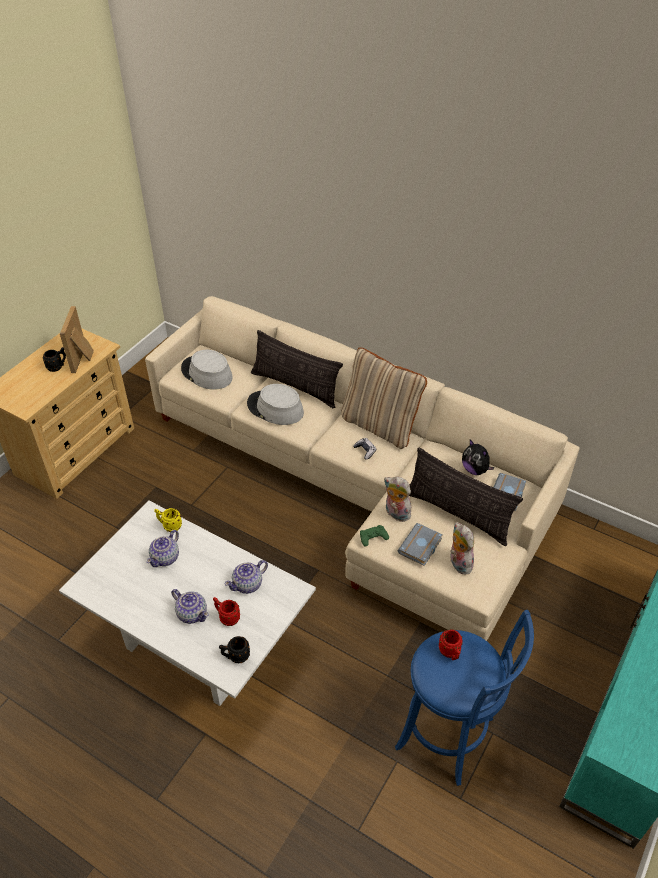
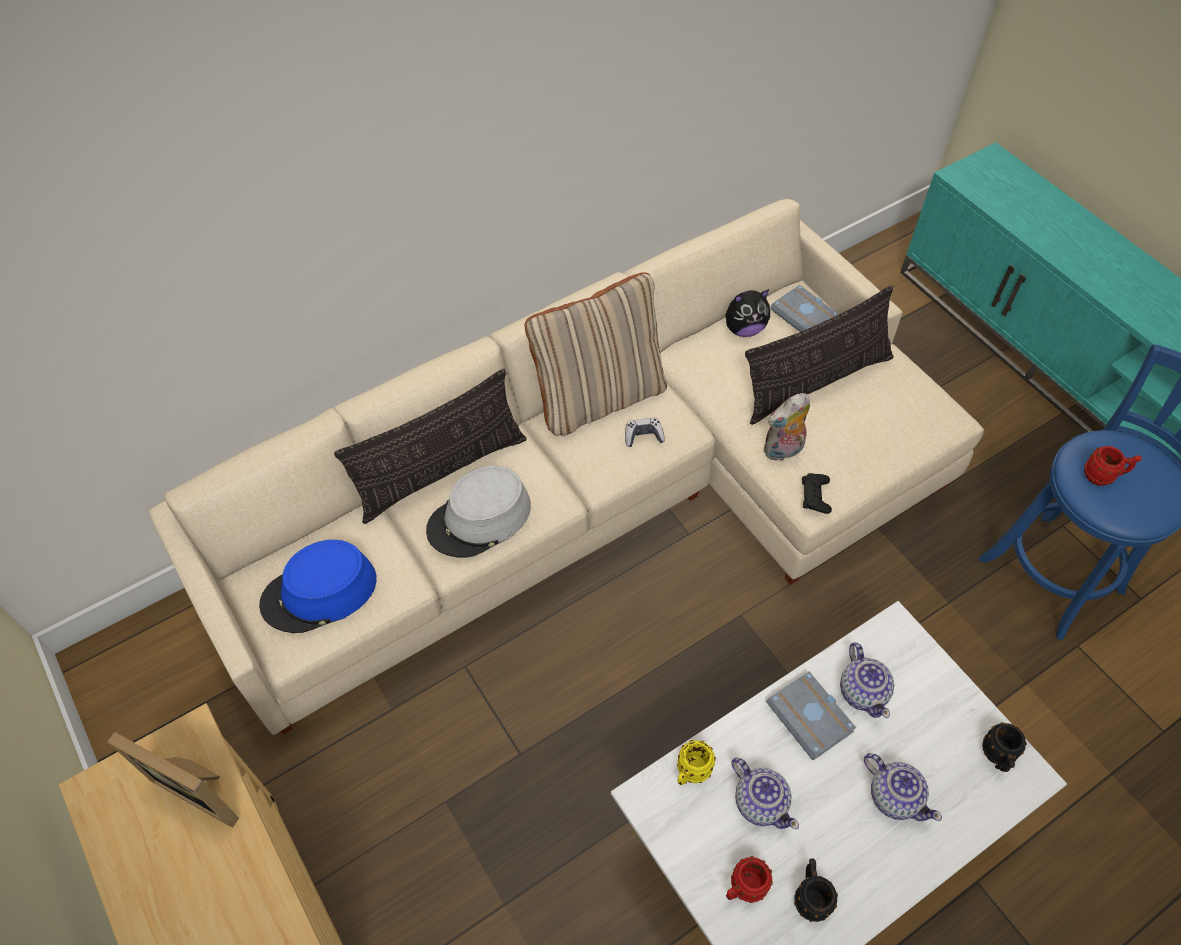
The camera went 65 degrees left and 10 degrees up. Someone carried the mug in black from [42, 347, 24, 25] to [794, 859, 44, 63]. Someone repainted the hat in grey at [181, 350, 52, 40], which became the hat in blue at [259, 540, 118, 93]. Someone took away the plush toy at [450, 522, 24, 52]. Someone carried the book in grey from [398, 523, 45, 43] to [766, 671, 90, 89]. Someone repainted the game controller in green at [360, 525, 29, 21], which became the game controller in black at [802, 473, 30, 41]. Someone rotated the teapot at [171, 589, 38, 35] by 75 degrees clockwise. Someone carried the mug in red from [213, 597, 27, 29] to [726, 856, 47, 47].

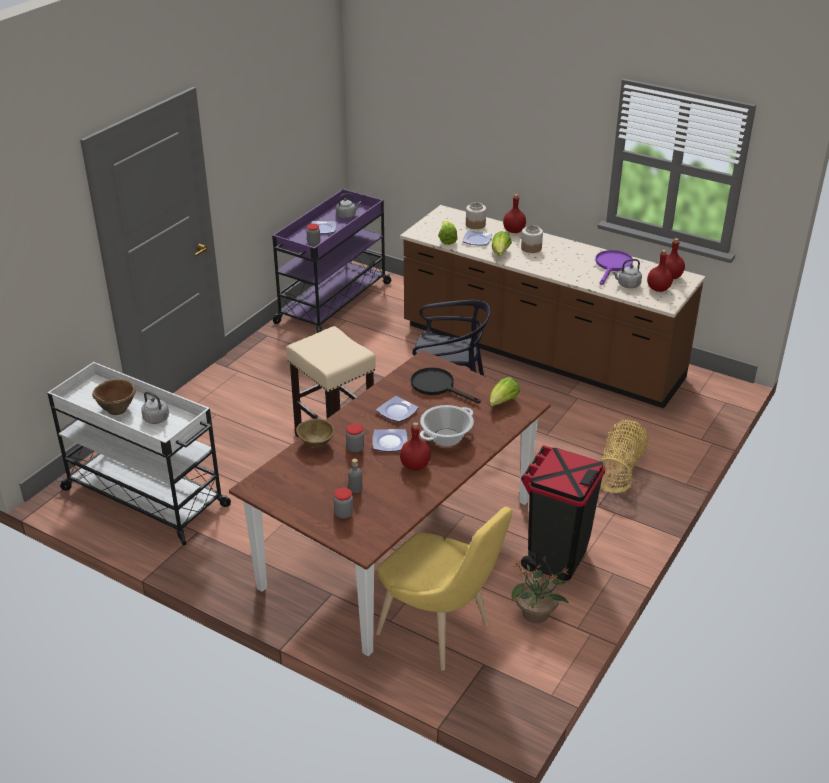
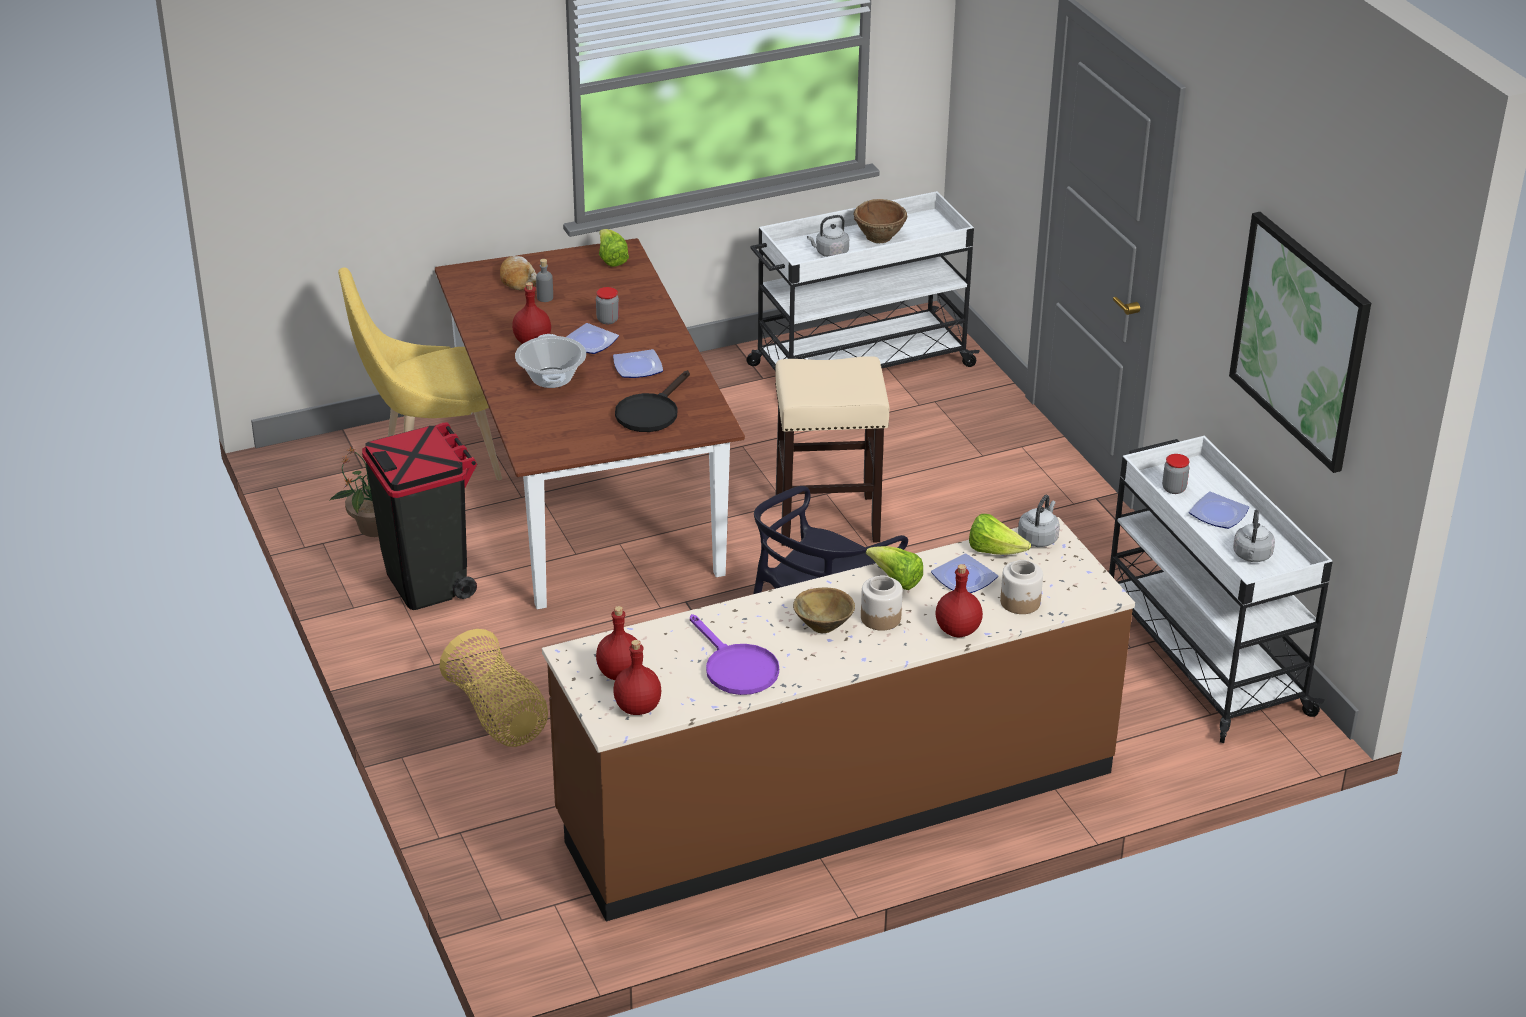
The camera went 125 degrees right and 0 degrees up. Someone repainted the cart in purple at [272, 189, 121, 144], which became the cart in white at [1109, 436, 224, 307]. Someone carried the kettle in grey from [612, 259, 30, 29] to [1018, 495, 42, 52]. Someone rotated the frying pan in black at [411, 367, 70, 36] by 135 degrees clockwise. Someone carried the lettuce from [490, 377, 30, 30] to [599, 229, 30, 38]. Someone carried the bowl in brown from [296, 419, 38, 29] to [793, 588, 62, 45]. Someone swapped the jar at [334, 488, 19, 31] for the bread at [500, 256, 37, 35]. Someone put up the picture at [1229, 212, 142, 261].

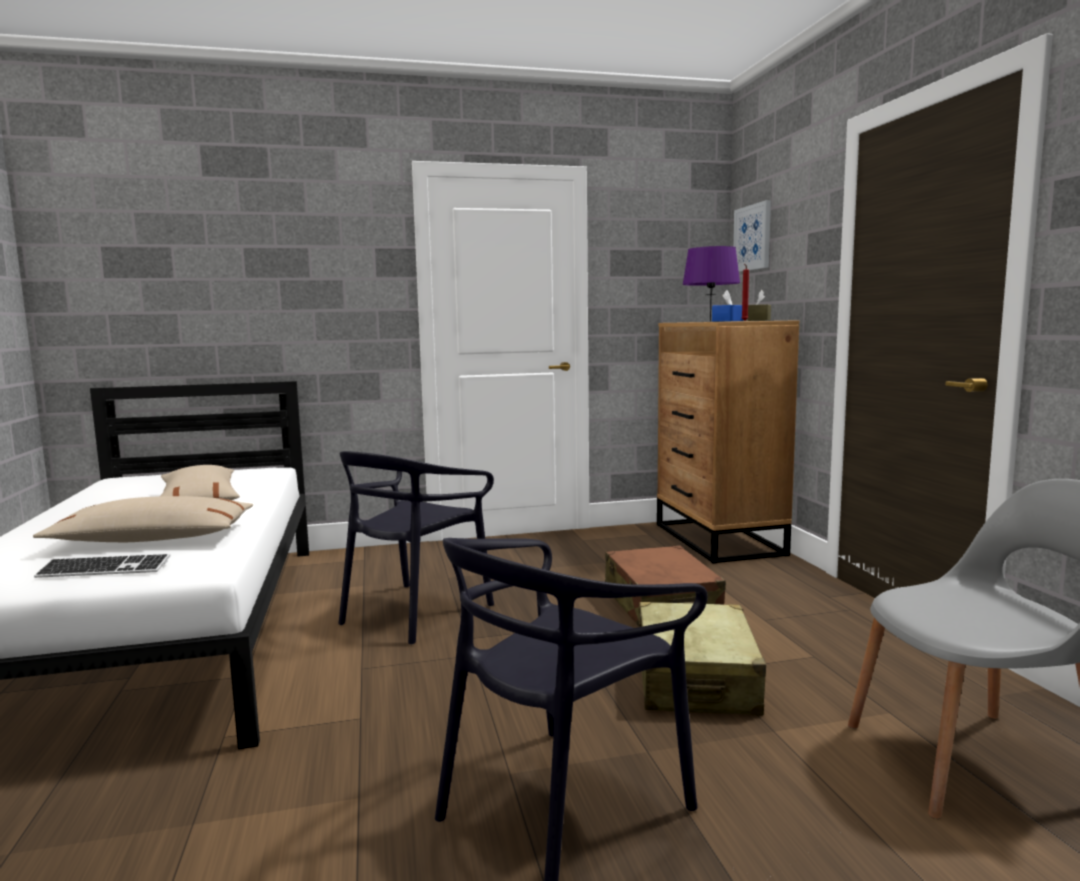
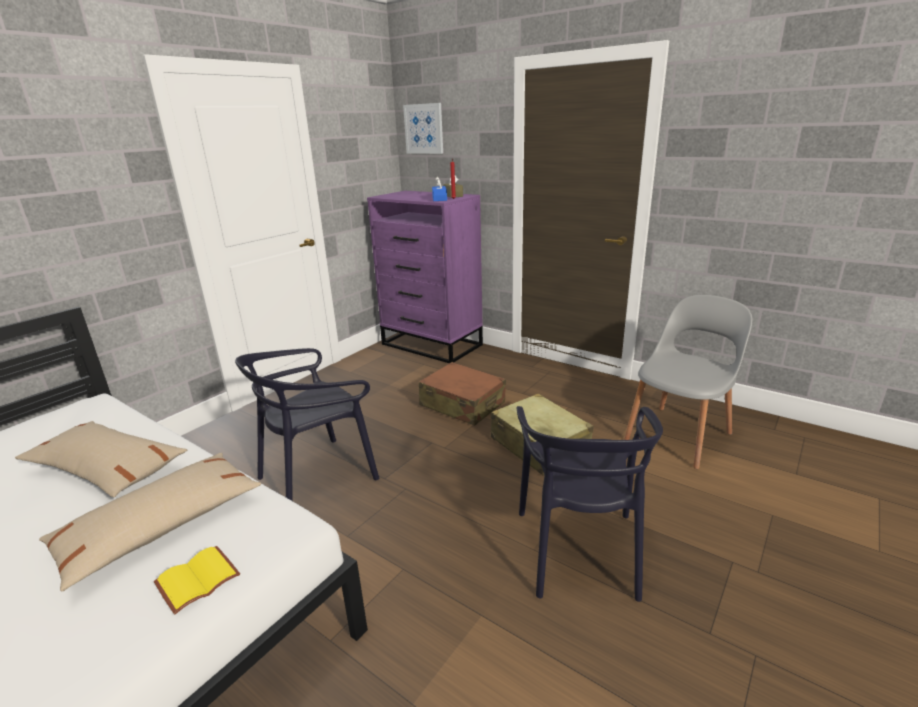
The camera went 40 degrees left and 15 degrees up. Someone took away the table lamp in purple at [682, 246, 58, 76]. Someone repainted the dresser in brown at [657, 320, 142, 244], which became the dresser in purple at [367, 191, 116, 172]. Someone rotated the chair in black at [338, 451, 156, 194] by 60 degrees clockwise. Someone swapped the keyboard at [34, 554, 137, 24] for the book in yellow at [154, 546, 86, 69].

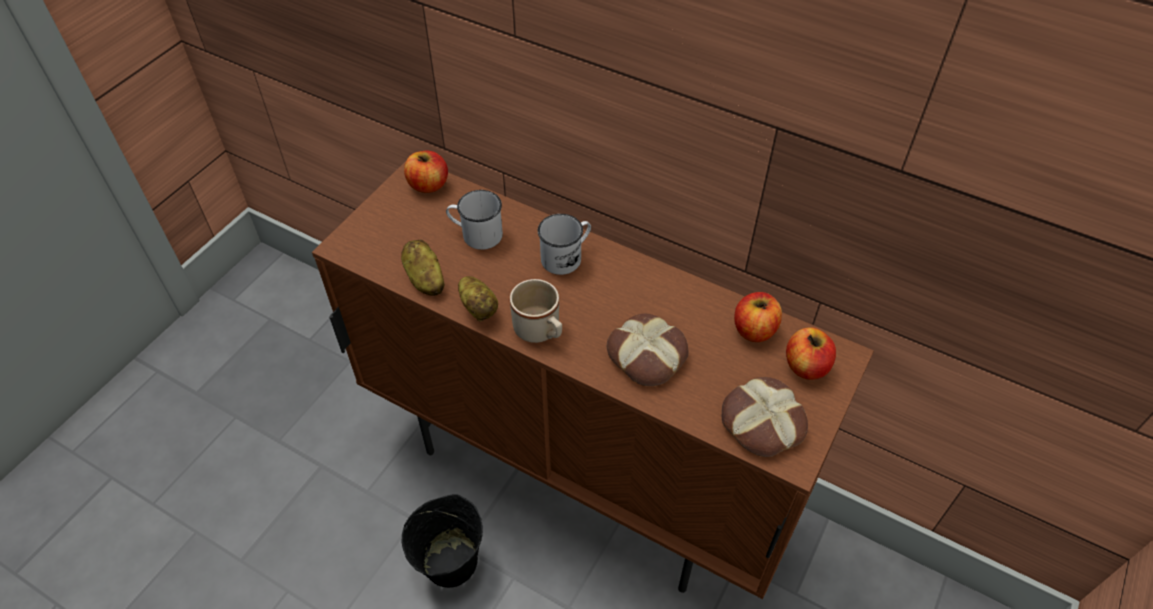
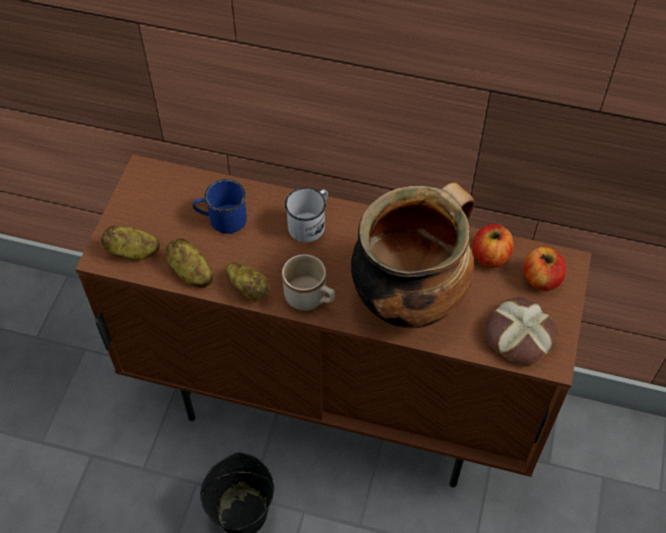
The camera went 15 degrees left and 5 degrees up. Someone took away the apple at [404, 151, 44, 42]. Someone repainted the mug in white at [446, 190, 57, 60], which became the mug in blue at [193, 179, 54, 55]. Someone swapped the bread at [607, 314, 82, 72] for the cooking pot at [351, 182, 124, 146]. Someone put down the potato at [101, 225, 59, 35].

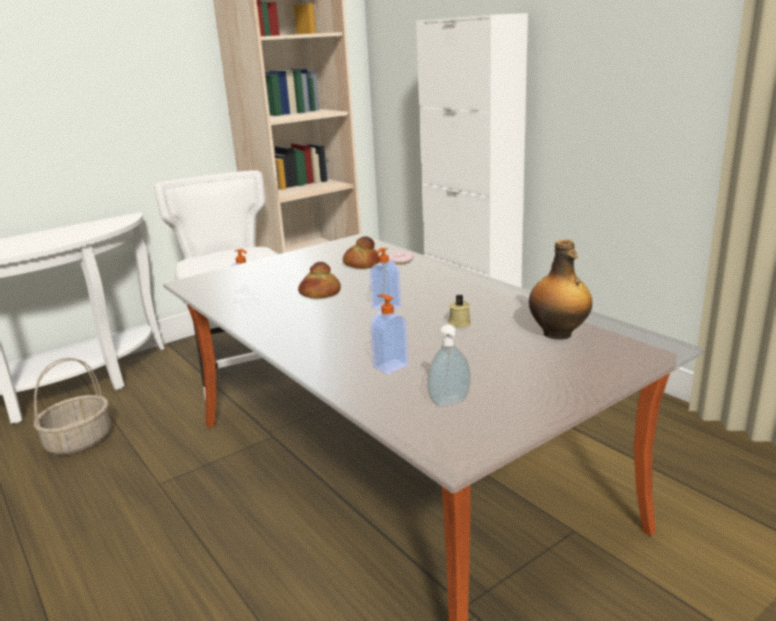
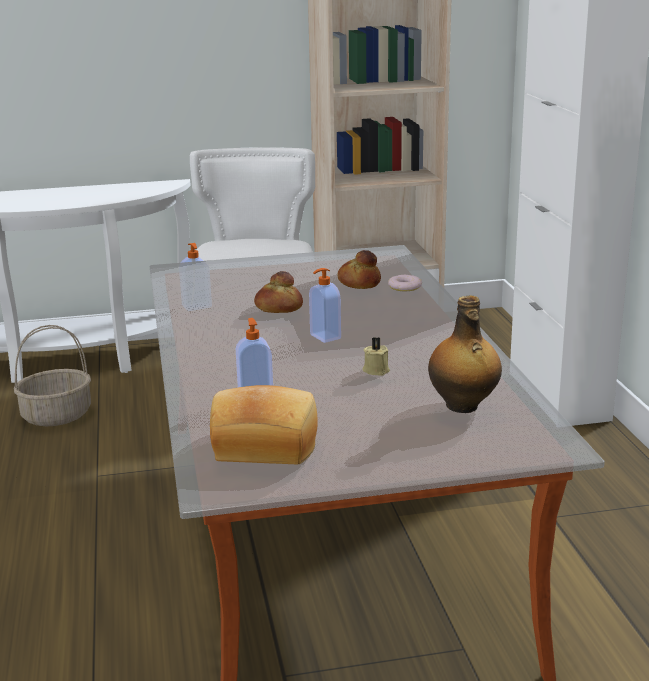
The camera went 25 degrees right and 0 degrees up. Someone swapped the soap dispenser at [427, 324, 44, 83] for the bread at [210, 385, 108, 79].

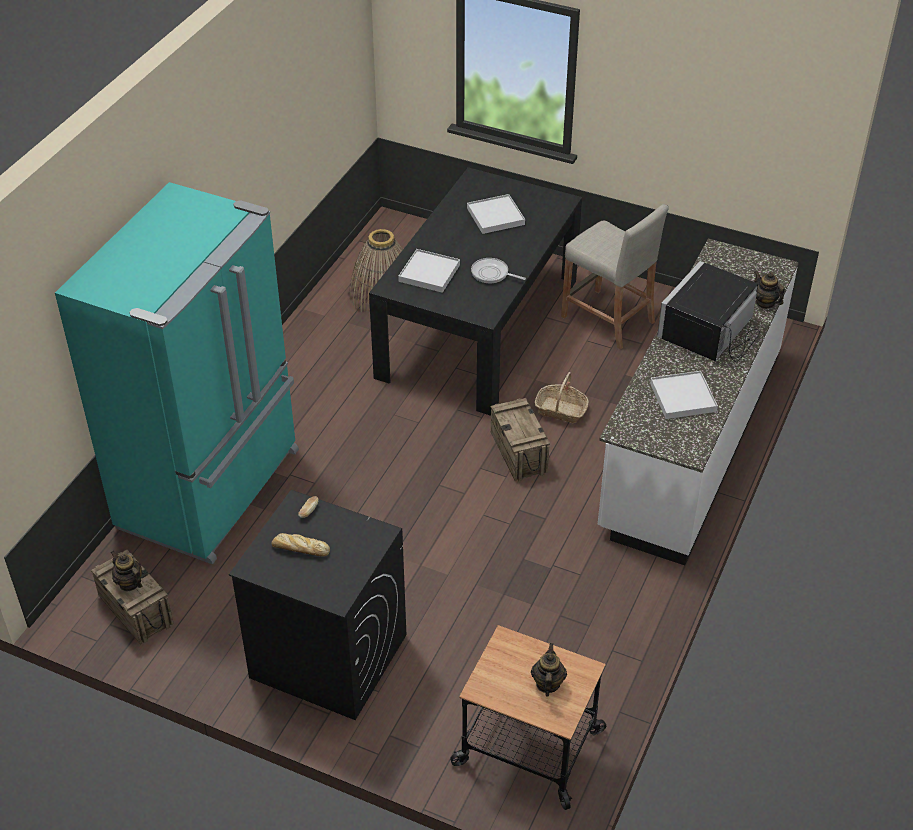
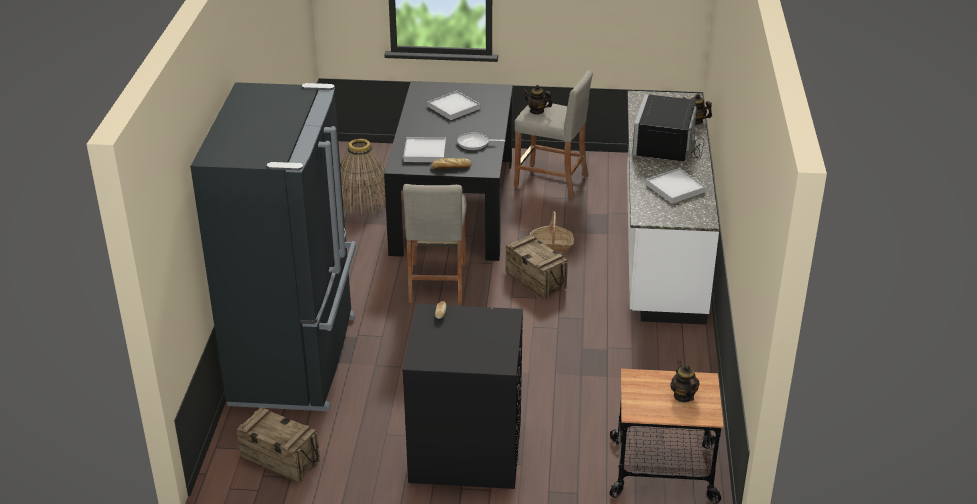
The camera went 20 degrees left and 10 degrees down. Someone repainted the fridge in turquoise at [55, 182, 244, 383], which became the fridge in black at [190, 82, 166, 329]. Someone carried the bread from [271, 533, 59, 23] to [431, 158, 41, 11]. Someone carried the teapot from [110, 550, 32, 41] to [523, 85, 29, 30]. Someone put down the stool in beige at [403, 184, 63, 119].

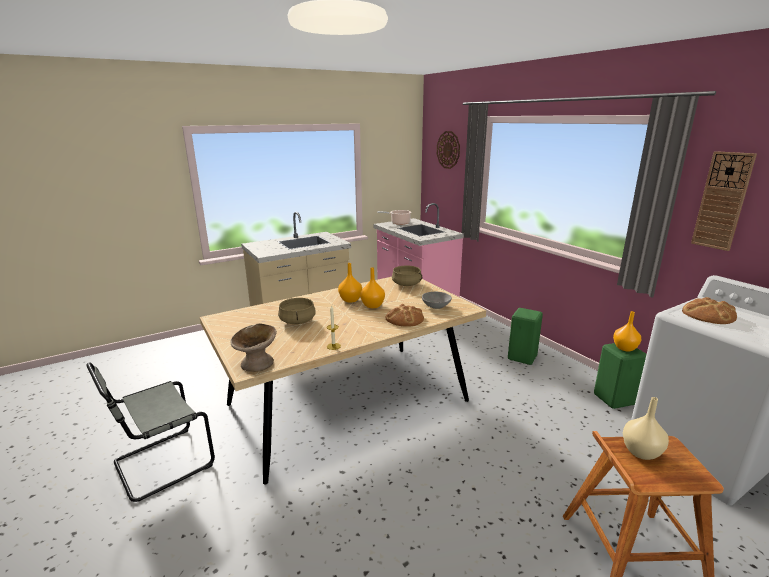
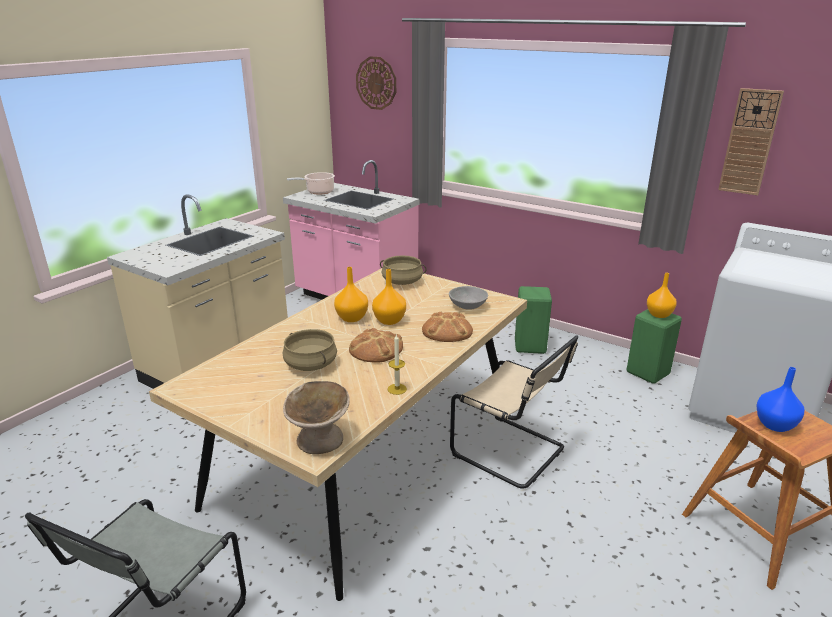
The camera went 25 degrees left and 5 degrees up. Someone carried the bread from [682, 297, 55, 27] to [349, 328, 54, 35]. Someone repainted the vase in beige at [623, 397, 46, 63], which became the vase in blue at [757, 367, 47, 65]. Someone put down the chair in beige at [450, 335, 128, 154].

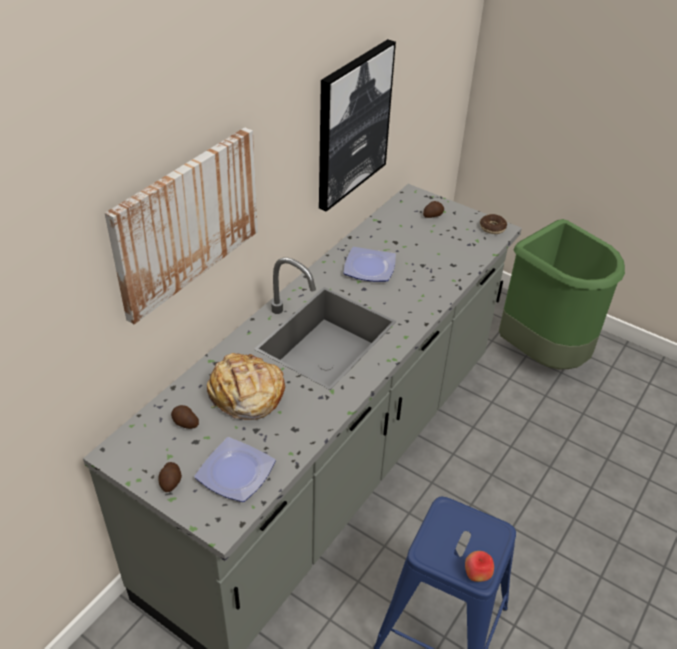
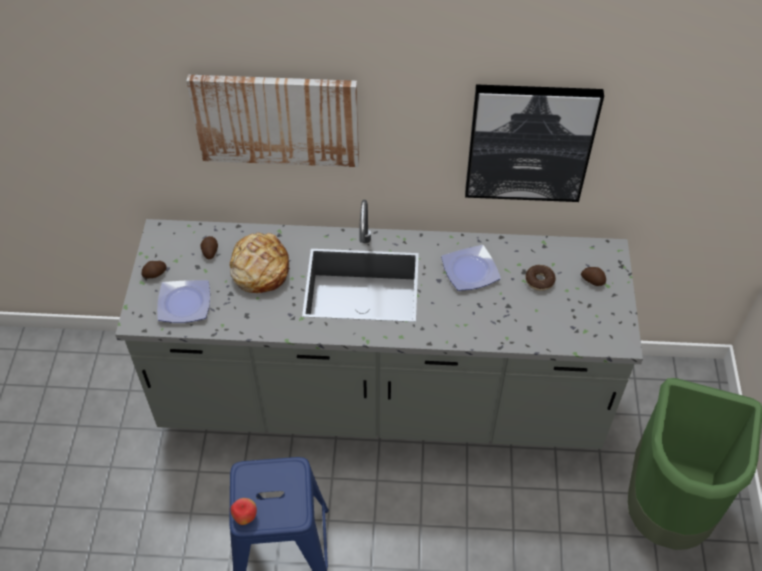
The camera went 60 degrees right and 10 degrees up. Someone carried the donut from [480, 214, 27, 20] to [525, 265, 31, 26].

